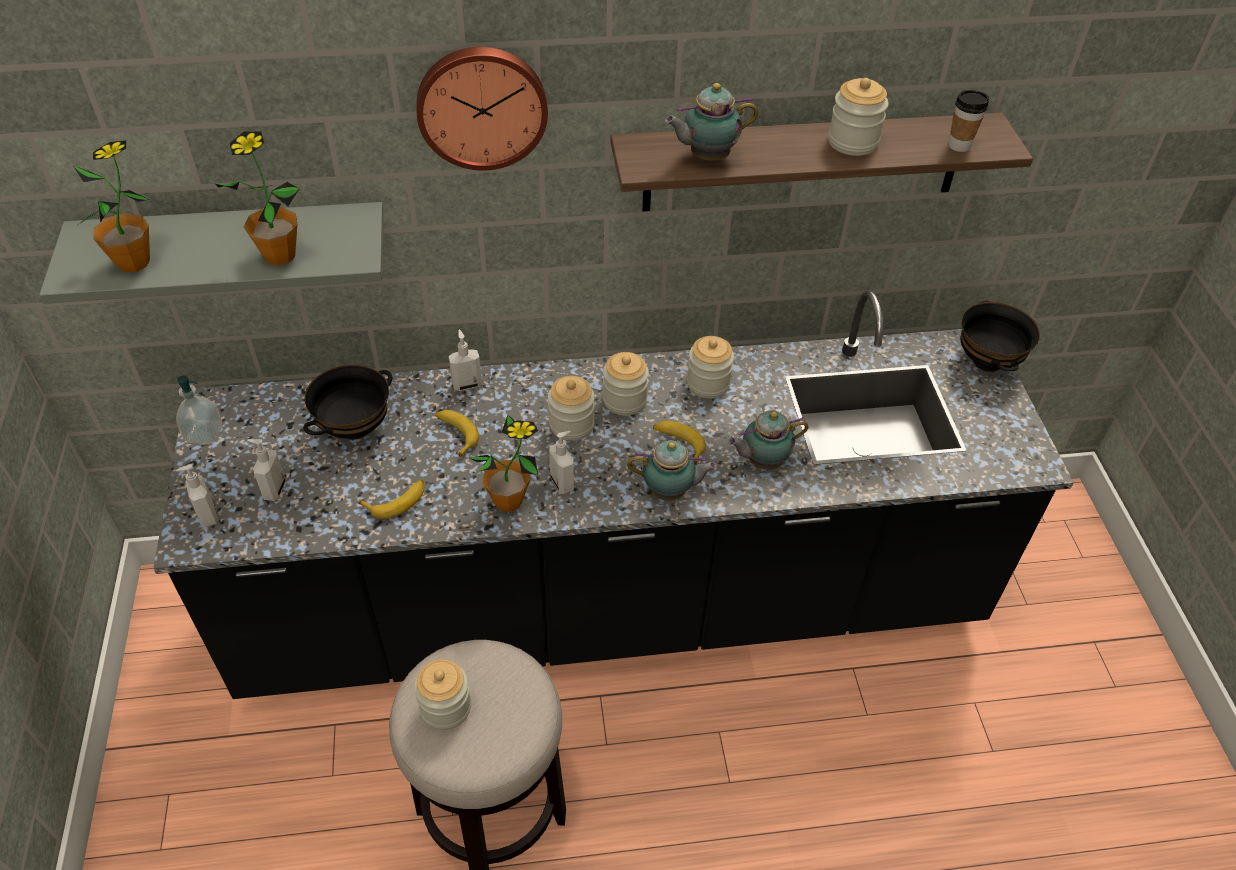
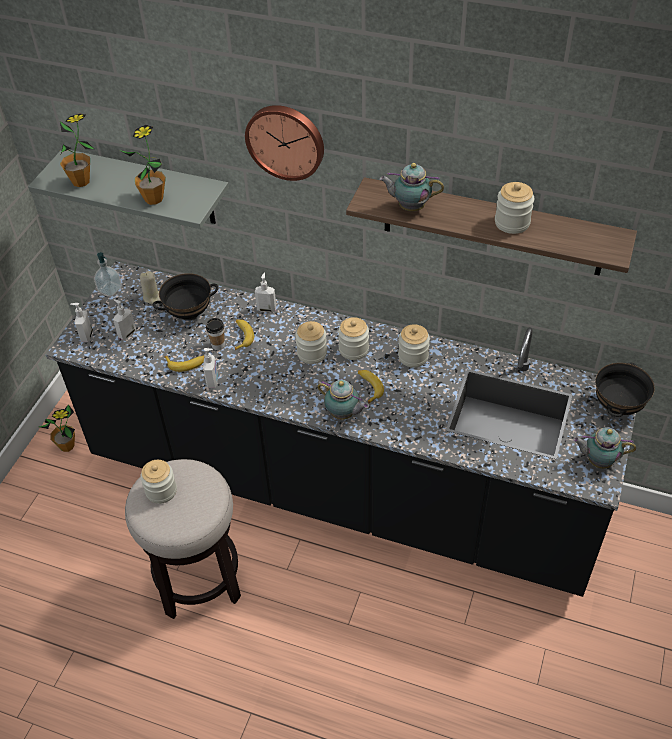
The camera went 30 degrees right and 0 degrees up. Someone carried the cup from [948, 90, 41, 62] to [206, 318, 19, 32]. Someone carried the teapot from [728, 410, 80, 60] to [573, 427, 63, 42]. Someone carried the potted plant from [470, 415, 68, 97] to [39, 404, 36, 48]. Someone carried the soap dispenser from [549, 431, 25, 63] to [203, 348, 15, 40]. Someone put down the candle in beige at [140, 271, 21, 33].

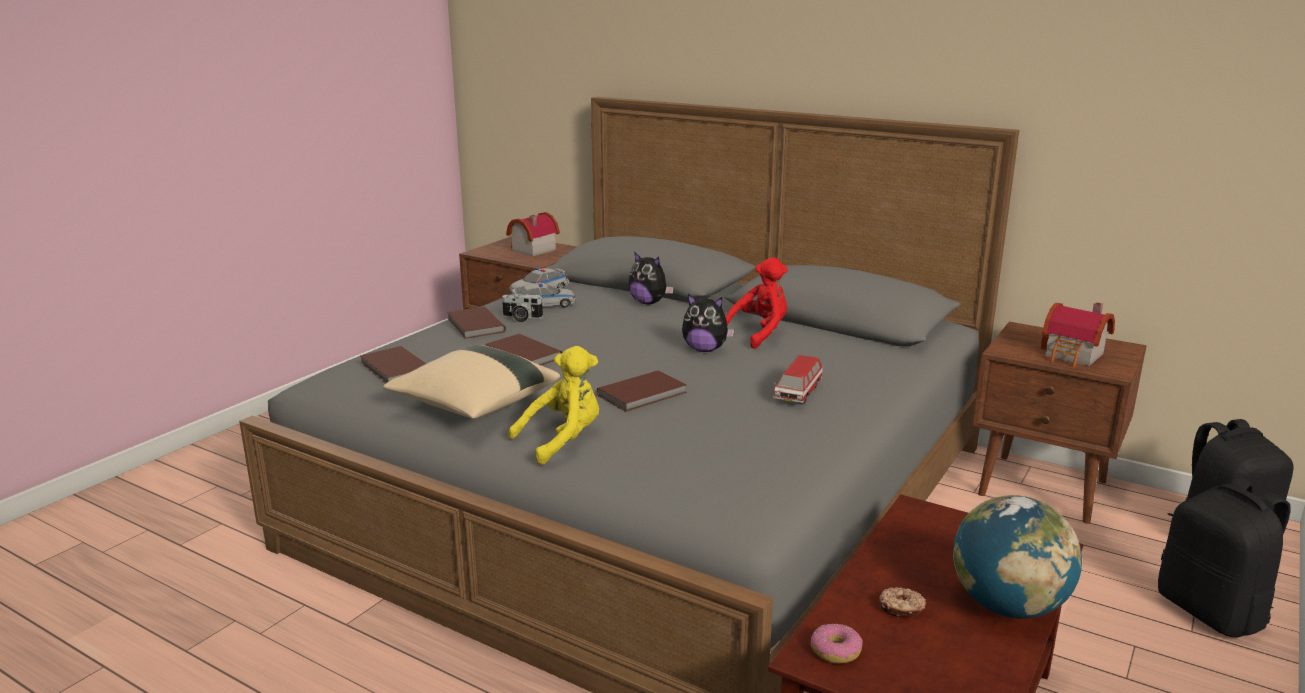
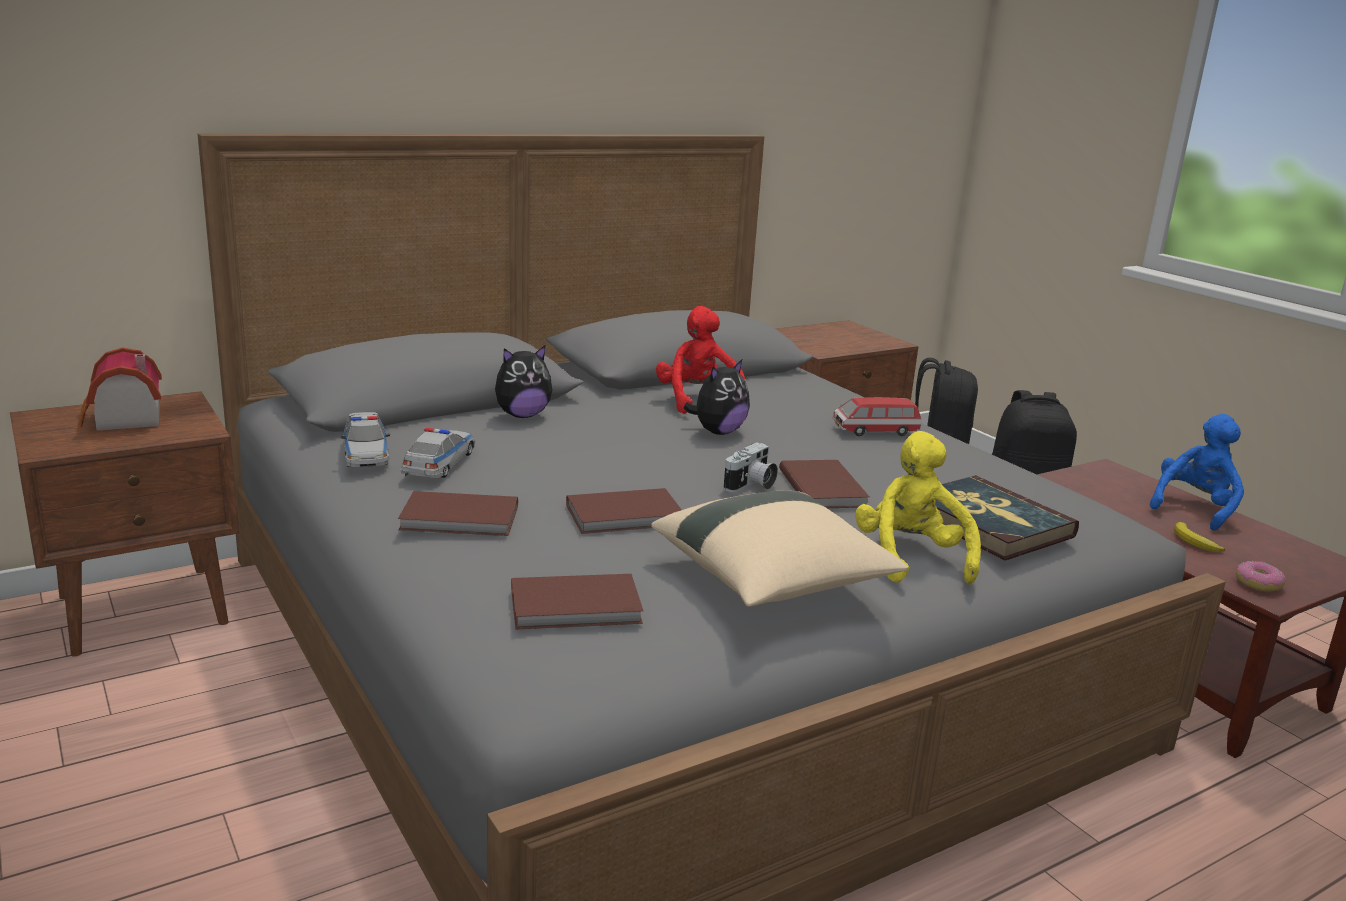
The camera went 65 degrees left and 0 degrees up. Someone carried the photo camera from [501, 294, 43, 28] to [724, 442, 54, 50]. Someone took away the toy house at [1041, 302, 74, 66]. Someone rotated the toy car at [773, 355, 50, 48] by 120 degrees clockwise. Someone swapped the globe at [953, 495, 129, 124] for the plush toy in blue at [1149, 414, 95, 117]. Someone swapped the donut at [879, 587, 47, 30] for the banana at [1174, 522, 51, 30]. Someone put down the book at [936, 475, 143, 86].

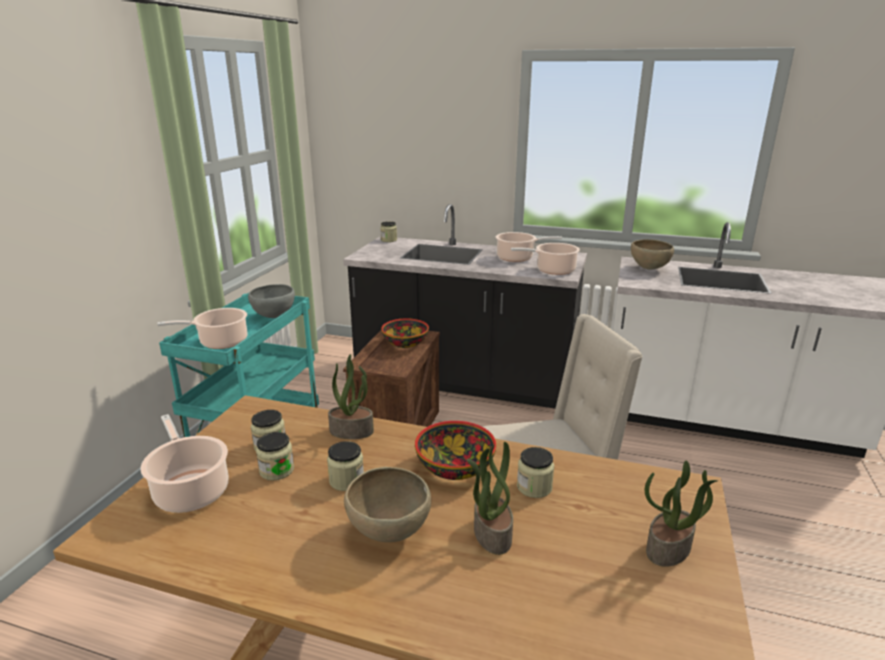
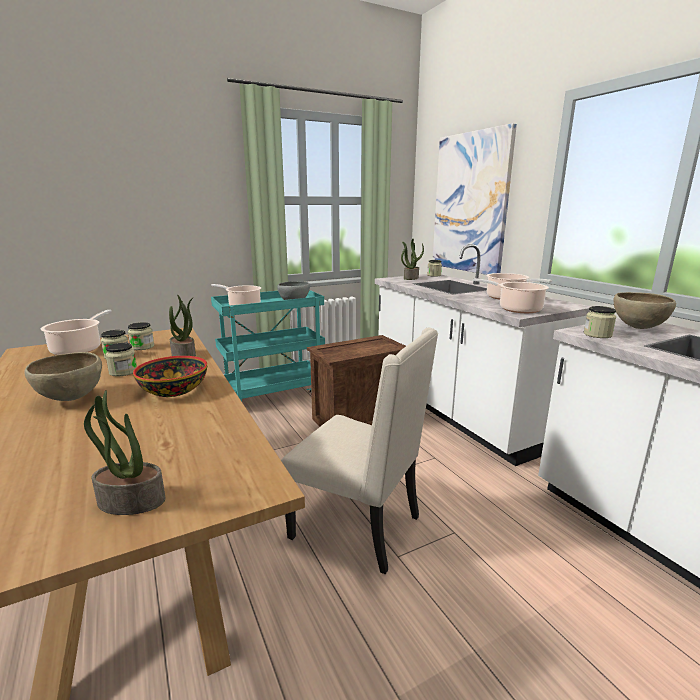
The camera went 45 degrees right and 5 degrees down. Someone repainted the counter in black at [343, 204, 244, 205], which became the counter in white at [375, 244, 216, 222]. Someone took away the bowl at [381, 318, 48, 30]. Someone carried the potted plant from [467, 442, 46, 113] to [401, 239, 23, 41]. Someone carried the jar from [517, 447, 37, 51] to [584, 306, 32, 32]. Someone put up the picture at [433, 123, 84, 152].

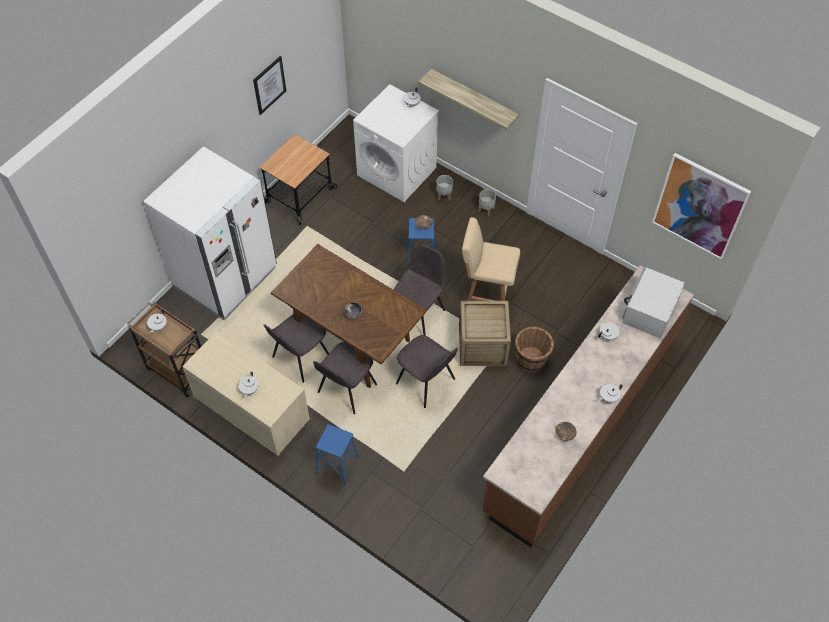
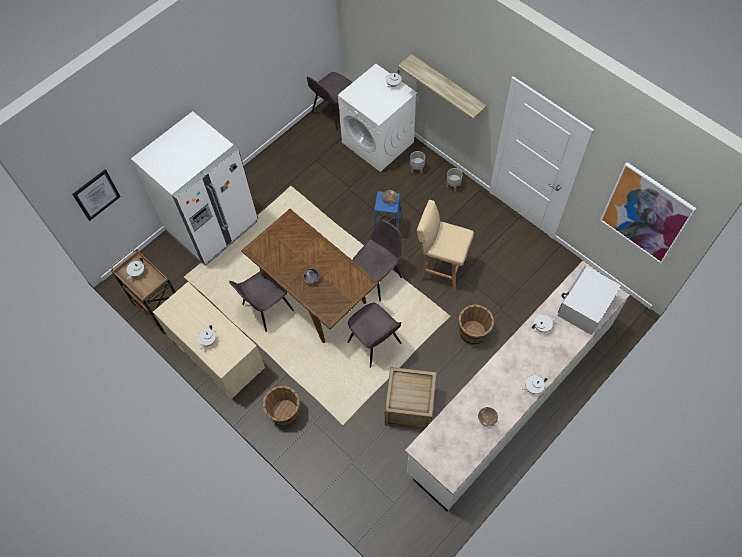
The camera went 10 degrees right and 5 degrees up. Someone carried the picture from [253, 56, 33, 59] to [72, 170, 49, 51]. Someone took away the cart at [260, 134, 77, 91]. Someone repainted the counter in brown at [483, 265, 211, 282], which became the counter in white at [405, 261, 225, 250]. Someone carried the crate from [459, 301, 52, 65] to [385, 367, 52, 63]. Someone carried the chair in grey from [313, 342, 64, 72] to [307, 72, 45, 58]. Someone swapped the stool in blue at [315, 424, 45, 62] for the bucket in brown at [263, 385, 37, 41].

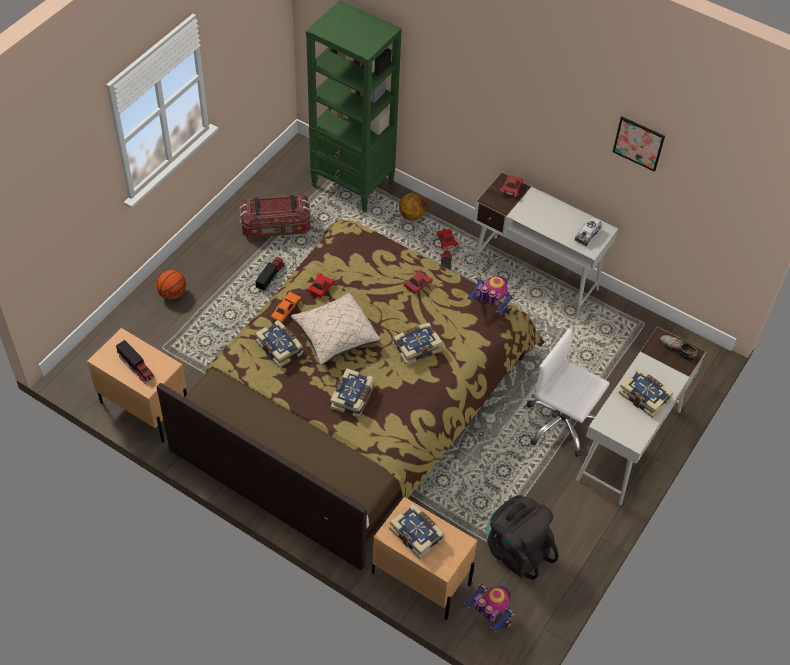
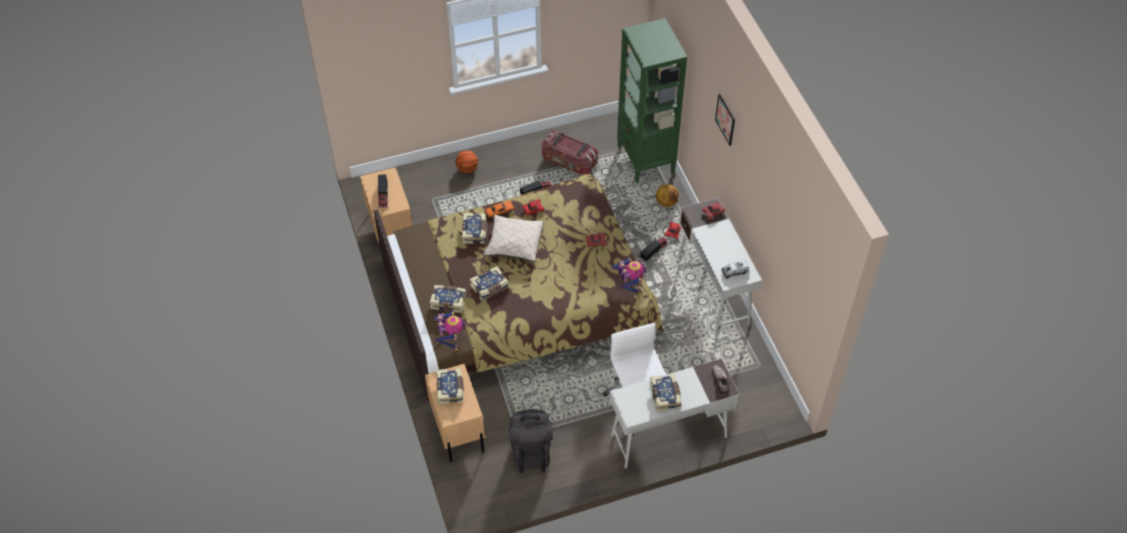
The camera went 40 degrees right and 0 degrees up. Someone carried the picture from [613, 117, 52, 55] to [715, 94, 20, 52]. Someone carried the book from [392, 323, 51, 42] to [430, 285, 36, 28]. Someone carried the toy robot from [463, 584, 52, 49] to [433, 311, 33, 40].

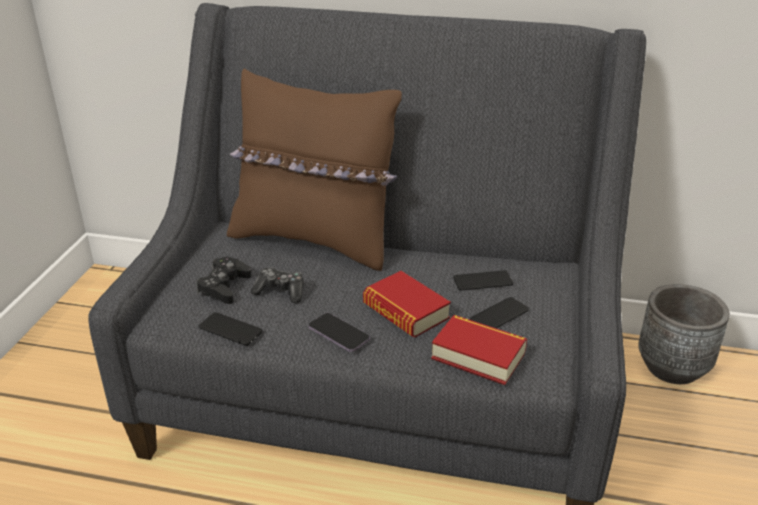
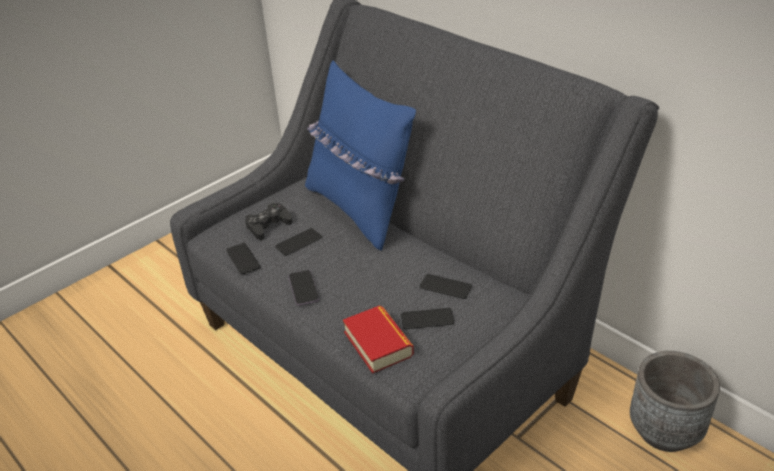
The camera went 35 degrees right and 5 degrees up. Someone repainted the pillow in brown at [227, 68, 175, 203], which became the pillow in blue at [305, 60, 111, 191]. Someone swapped the game controller at [251, 267, 53, 36] for the phone at [275, 228, 47, 28]. Someone took away the book at [363, 271, 88, 67].

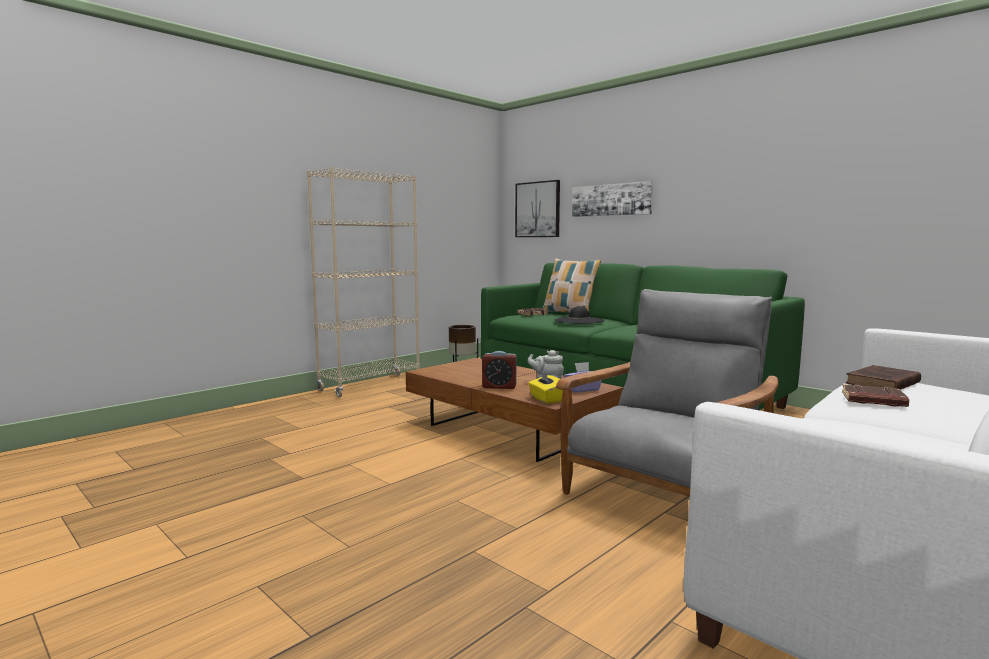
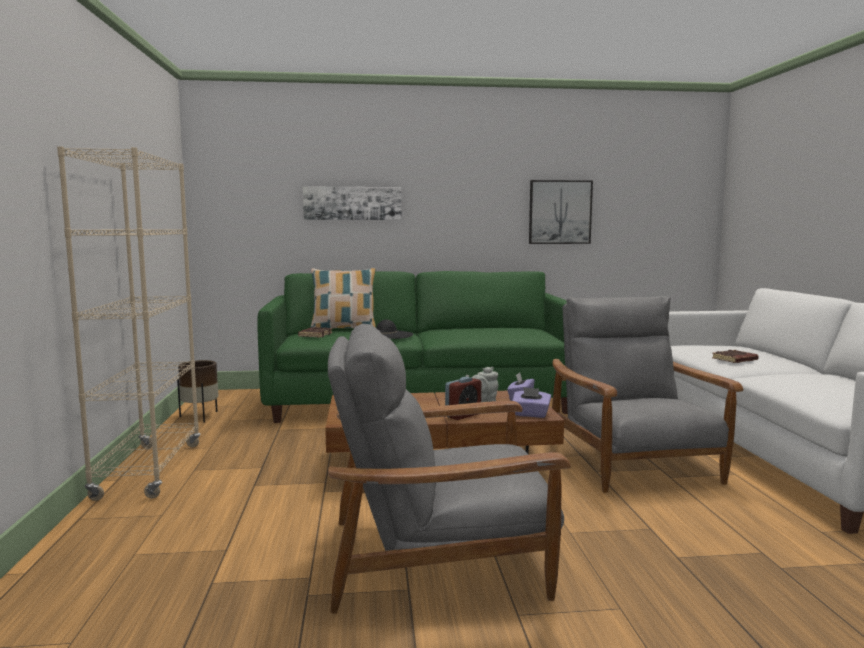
The camera went 50 degrees left and 0 degrees up. Someone carried the picture from [515, 180, 45, 57] to [529, 180, 64, 64]. Someone took away the book in brown at [845, 365, 76, 25]. Someone repainted the tissue box in yellow at [528, 371, 35, 33], which became the tissue box in purple at [512, 387, 39, 31]. Someone put down the armchair in grey at [328, 324, 243, 290].

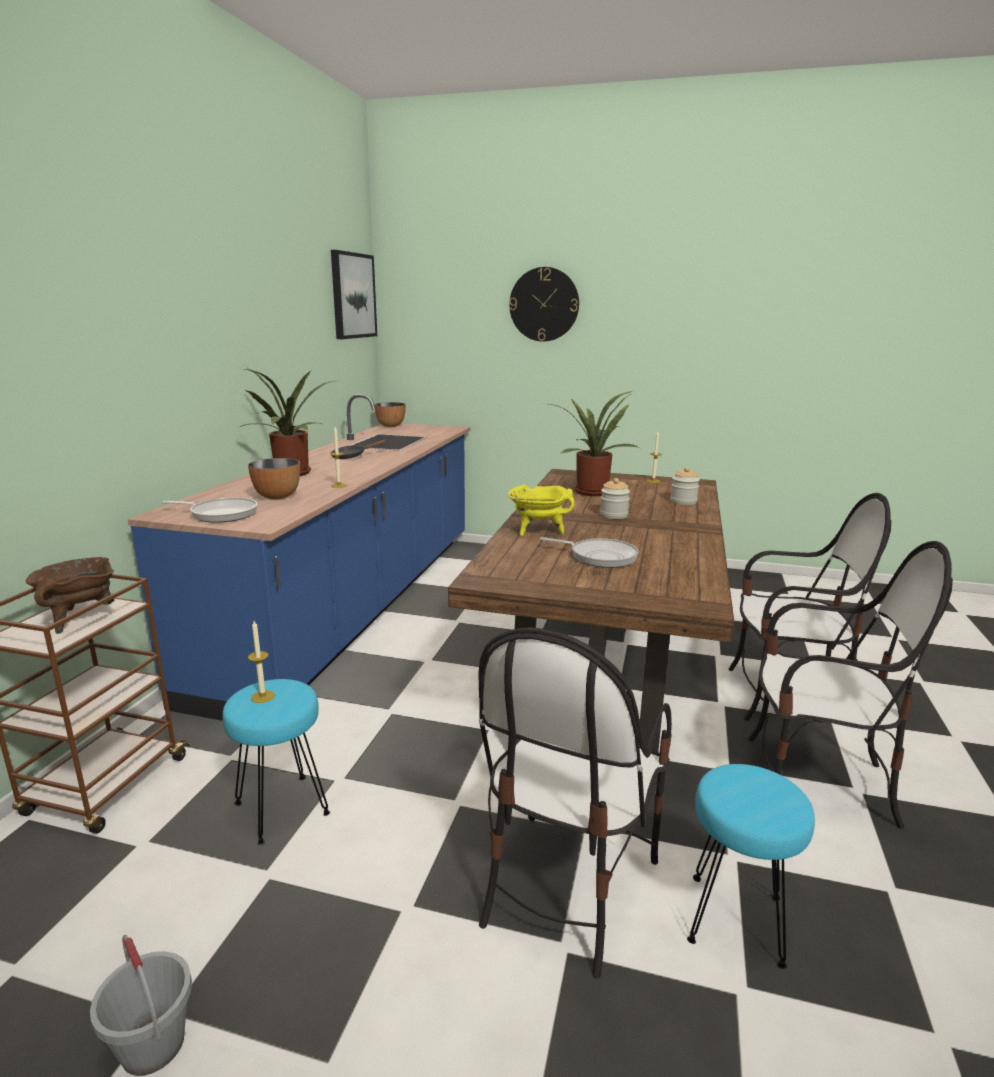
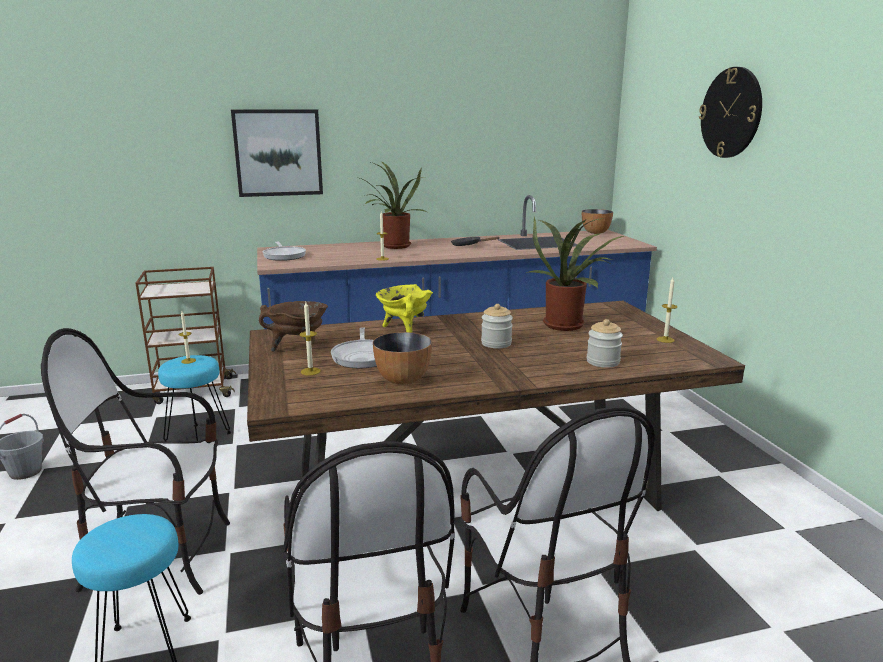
The camera went 60 degrees right and 0 degrees up. Someone carried the picture from [331, 250, 46, 89] to [231, 109, 92, 88]. Someone carried the bowl from [248, 458, 52, 42] to [373, 332, 59, 53]. Someone carried the cooking pot in brown from [25, 557, 90, 77] to [259, 301, 69, 51]. Someone put down the candle at [299, 302, 22, 74].

